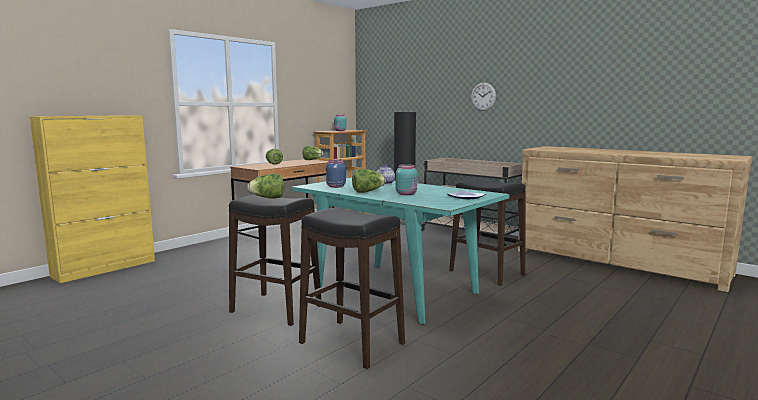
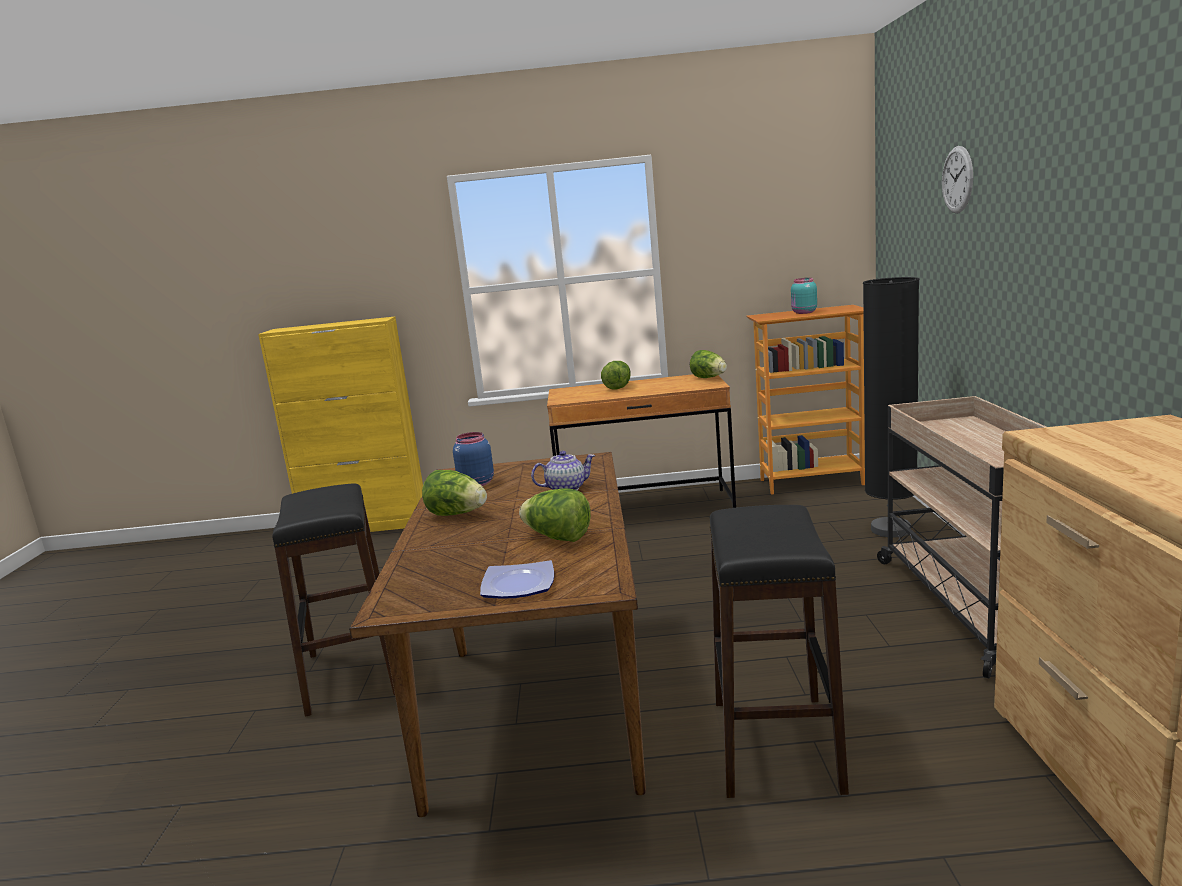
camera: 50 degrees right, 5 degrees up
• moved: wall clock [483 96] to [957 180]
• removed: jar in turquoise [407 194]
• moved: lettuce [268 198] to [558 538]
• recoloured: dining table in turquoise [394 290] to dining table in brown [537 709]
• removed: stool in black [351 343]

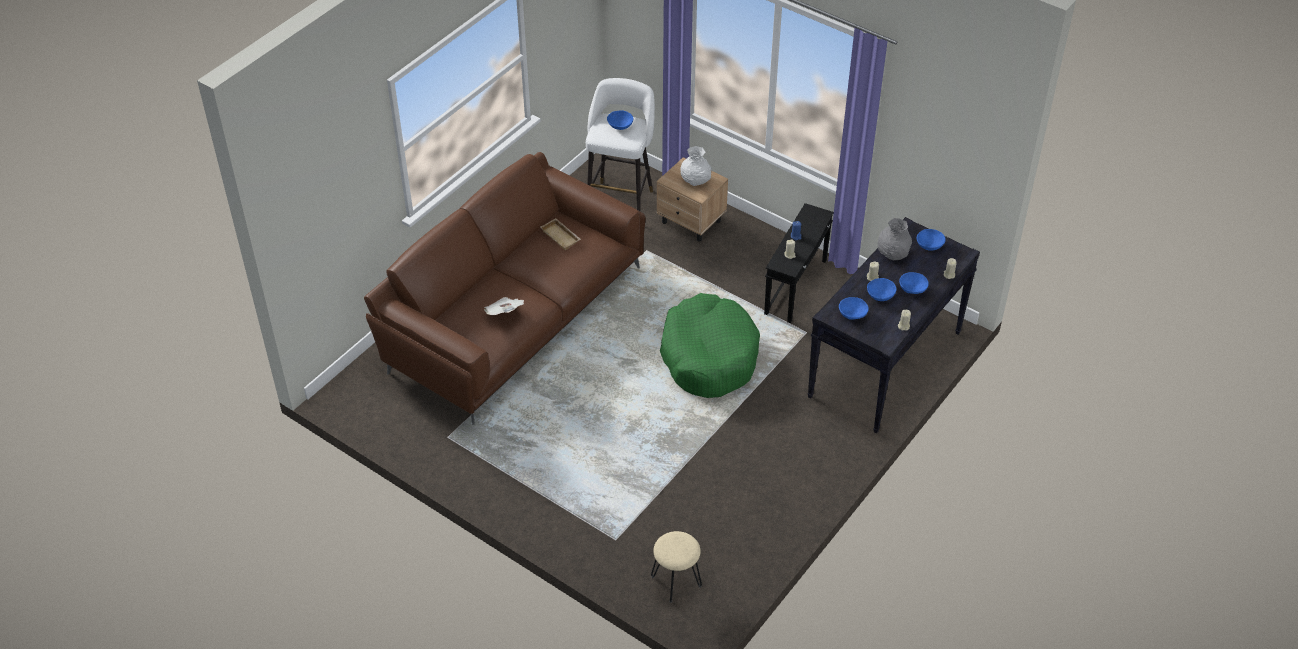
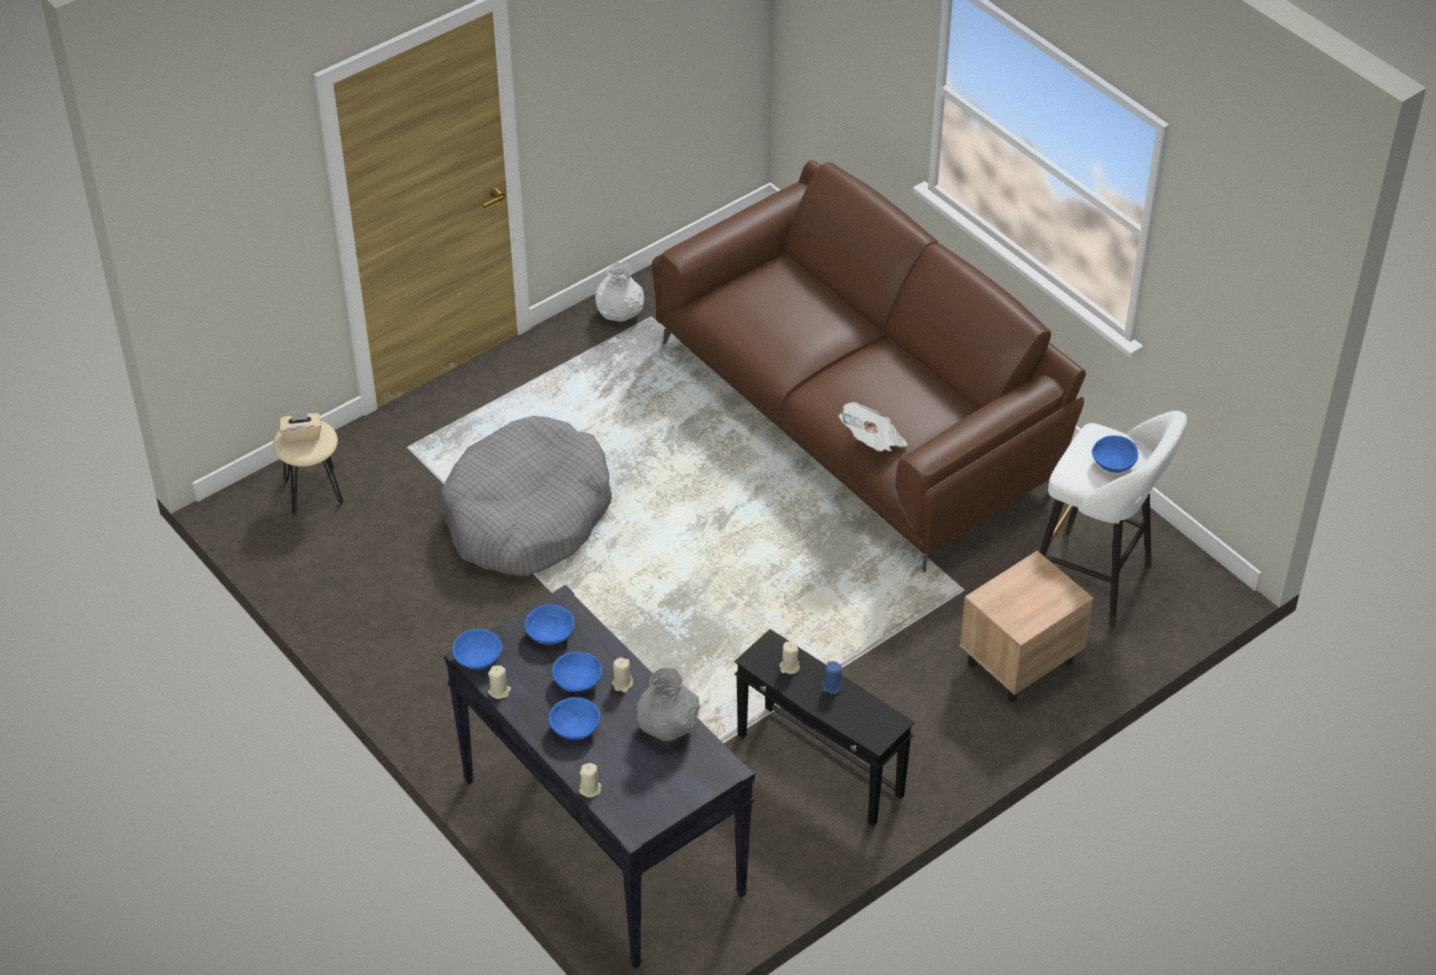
camera: 105 degrees right, 0 degrees up
• moved: vase in white [696 181] to [619 314]
• removed: tray in beige [561 236]
• moved: bowl in blue [930 245] to [477 659]
• removed: dog bed in green [709 356]
• moved: newspaper [504 313] to [872 441]
• added: tissue box in beige [302 435]
• added: dog bed in grey [527 514]

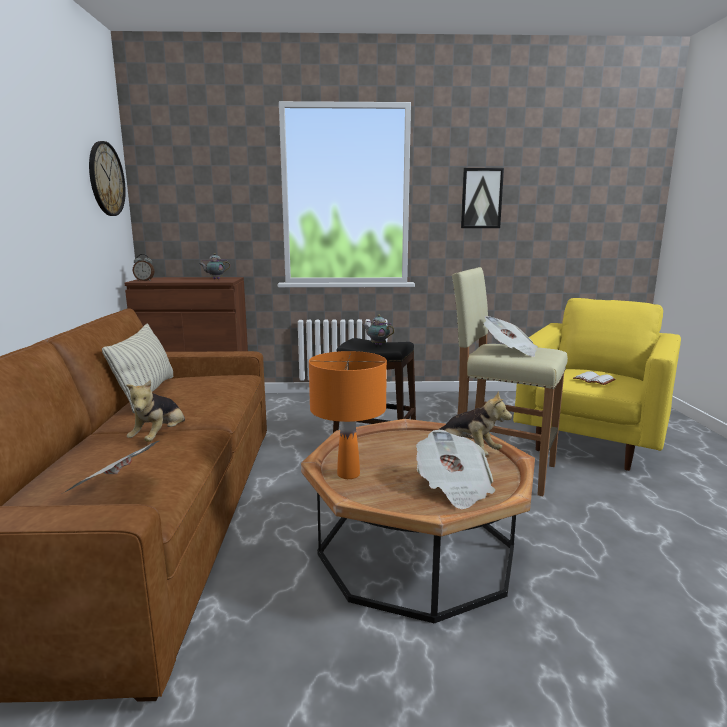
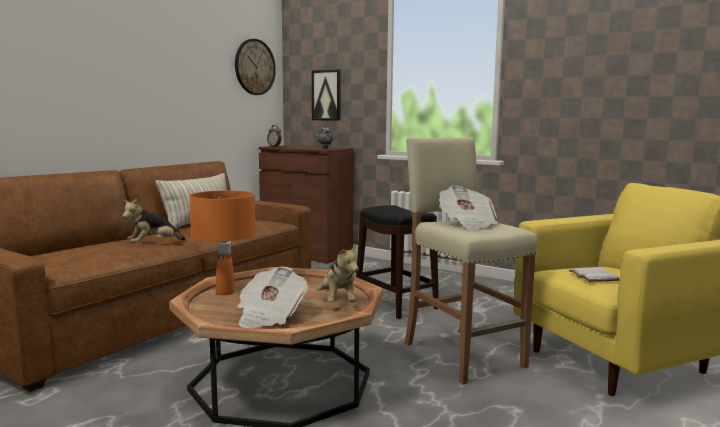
camera: 35 degrees right, 5 degrees down
• moved: picture [481 198] to [326 95]
• removed: teapot [377 344]
• removed: newspaper [114 489]

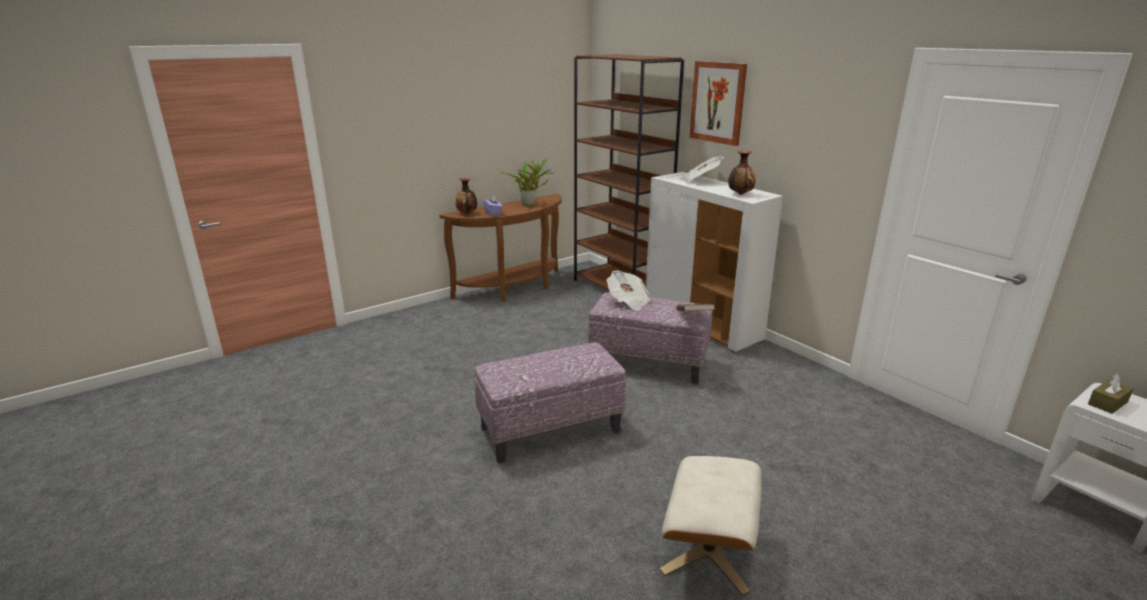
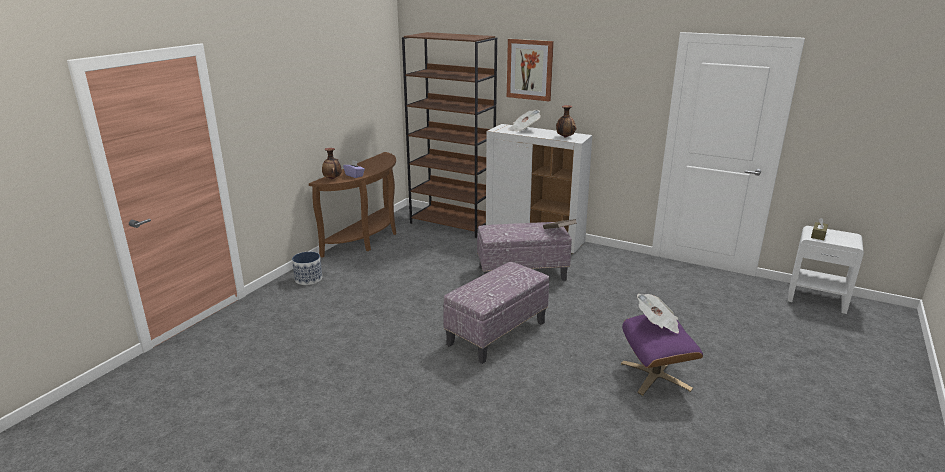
camera: 25 degrees left, 0 degrees up
• removed: potted plant [530 204]
• moved: newspaper [628 301] to [657 323]
• recoloured: ottoman in beige [709 553] to ottoman in purple [656 376]
• added: planter [308 279]

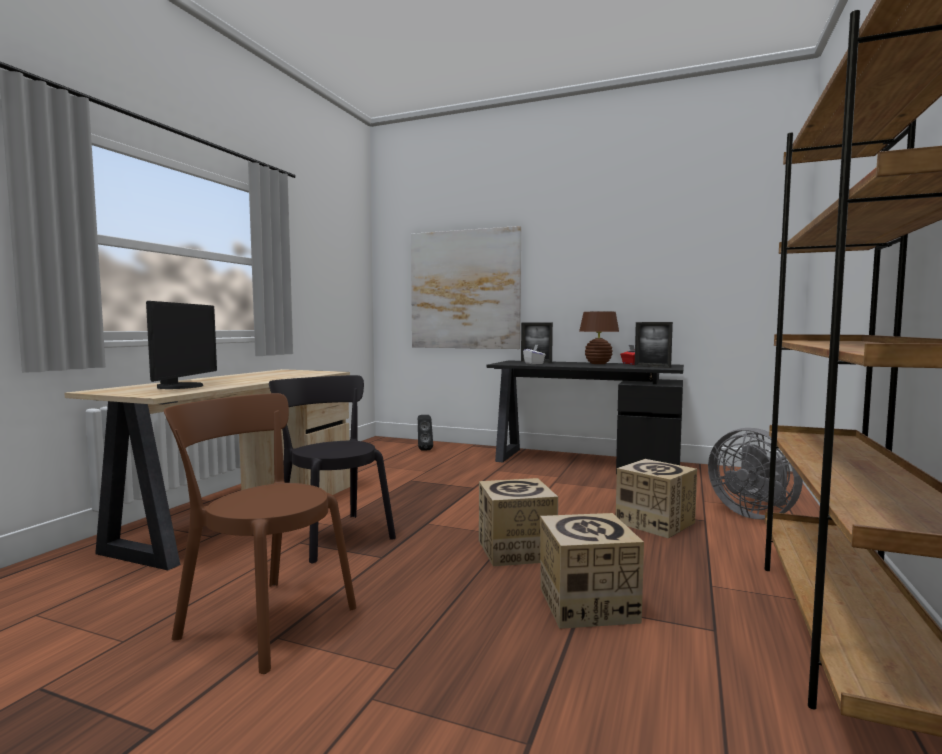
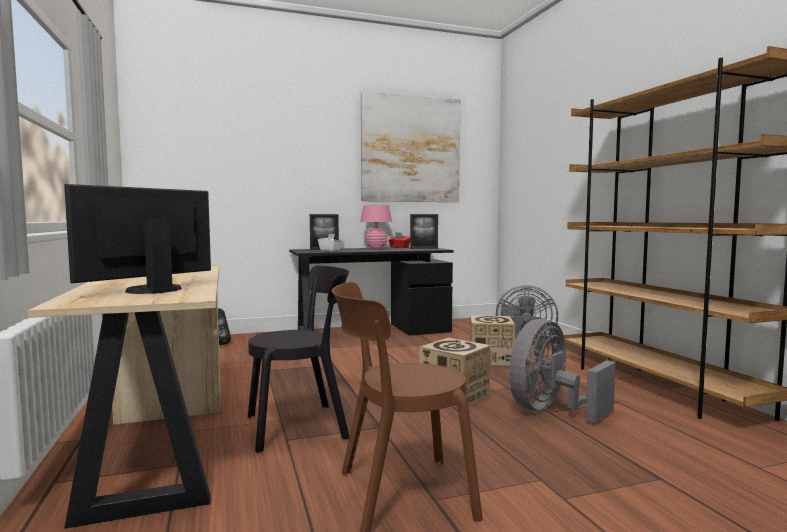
camera: 40 degrees left, 0 degrees up
• moved: picture [465 289] to [411 149]
• turned: monitor [182 386] = [152 290] 105 degrees counterclockwise
• recoloured: table lamp in brown [598 363] to table lamp in pink [376 248]
• turned: chair in black [332 535] = [302 426] 150 degrees clockwise
• replaced: cardboard box [587 604] to fan in grey [550 410]

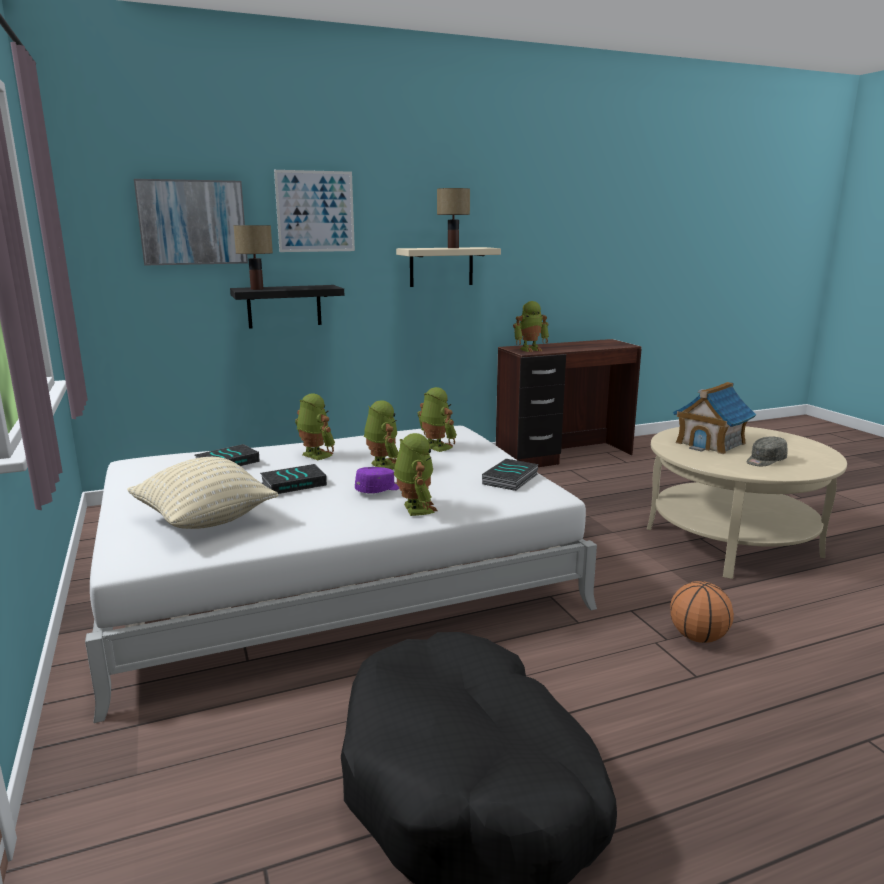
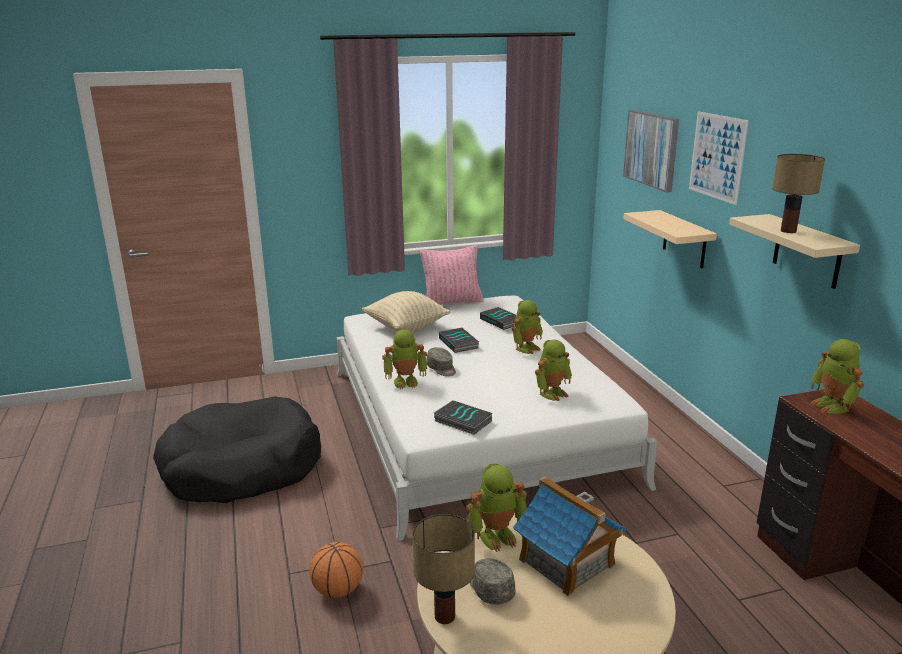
camera: 95 degrees right, 5 degrees up
• moved: table lamp [257 289] to [444 617]
• recoloured: shelf in black [284 306] to shelf in beige [684 239]
• moved: toy robot [382 466] to [497 536]
• recoloured: cap in purple [379 490] to cap in grey [441 369]
• added: pillow in pink [452 302]

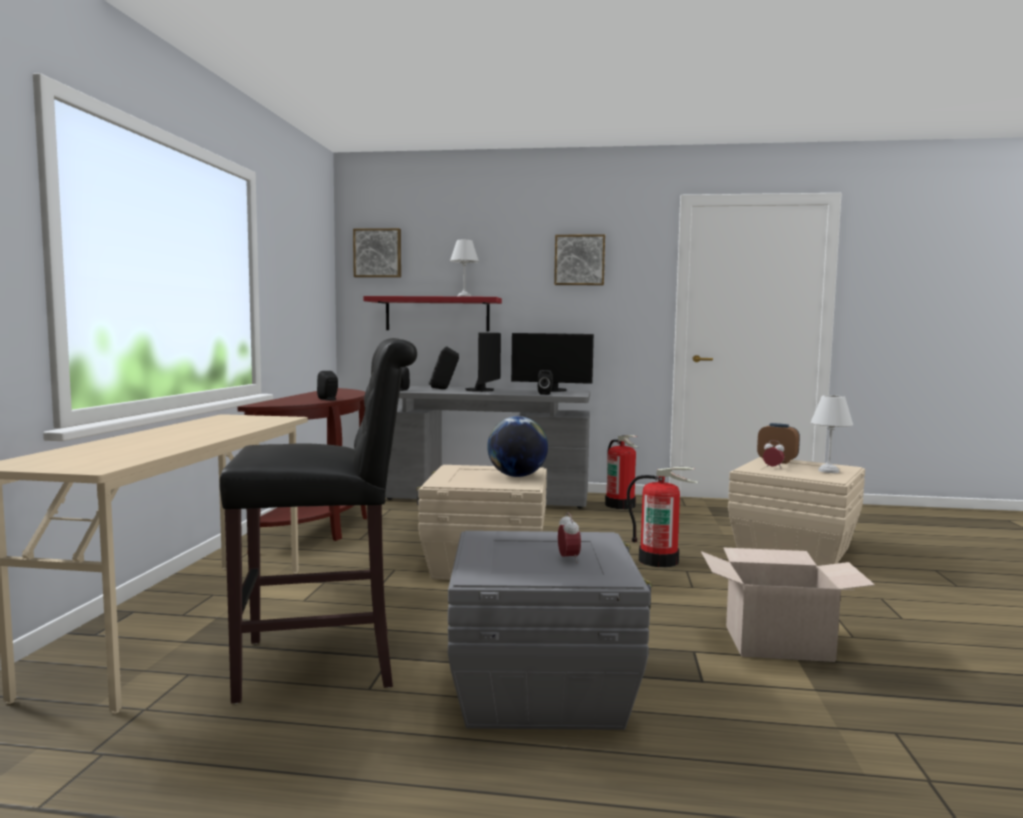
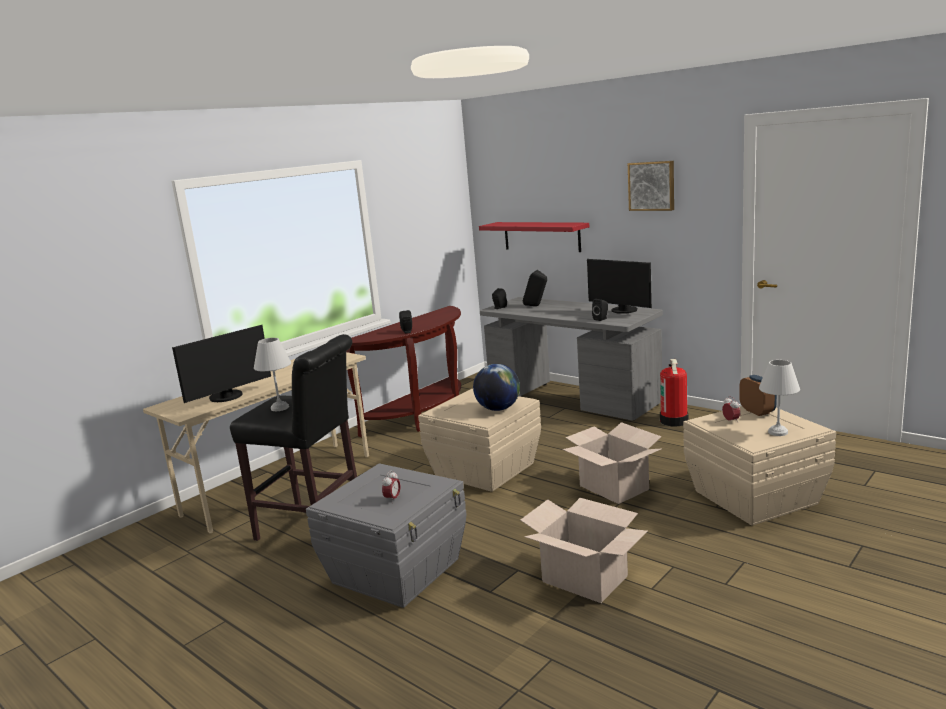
camera: 35 degrees right, 10 degrees up
• removed: picture [378 253]
• moved: table lamp in white [464 297] to [280 408]
• moved: monitor [483 390] to [228 397]
• replaced: fire extinguisher [659 560] to cardboard box [614 487]

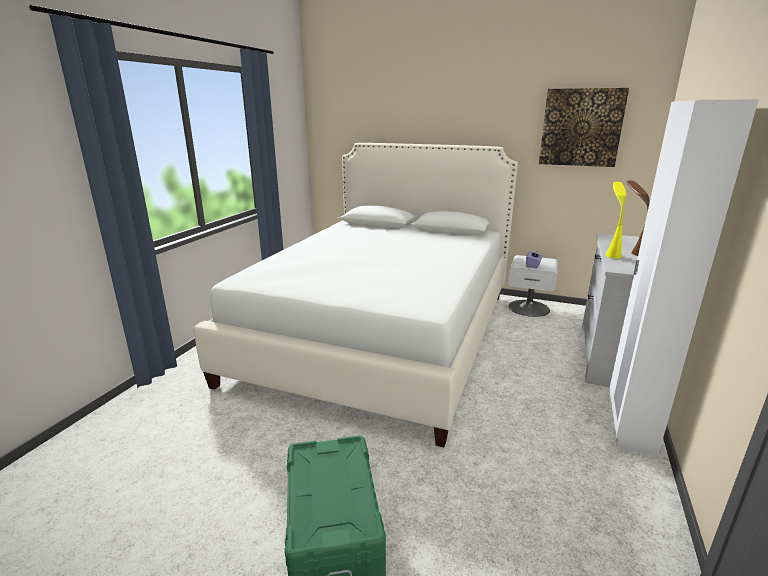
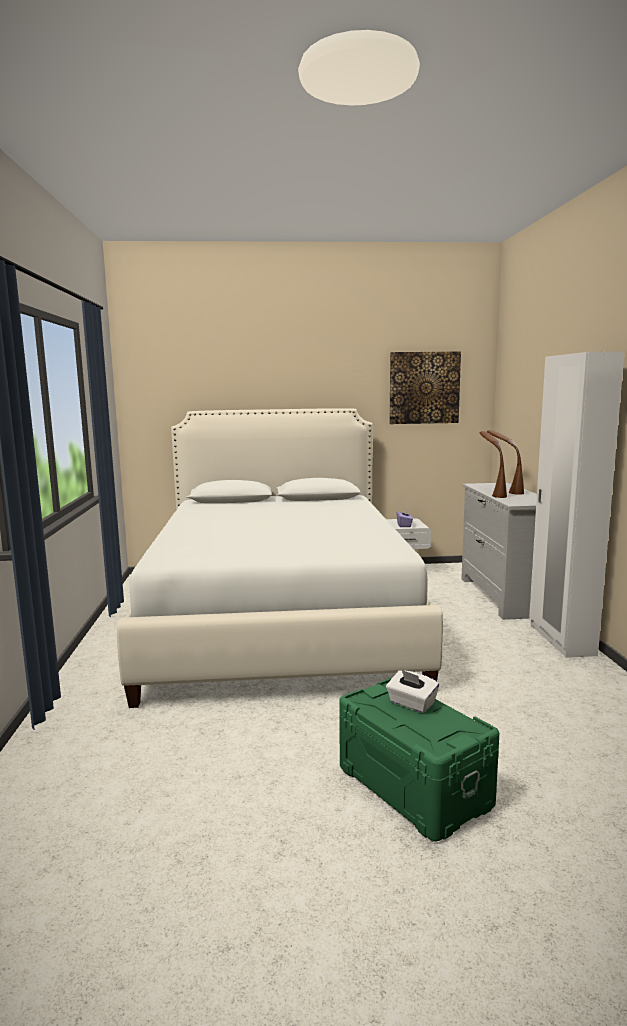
camera: 25 degrees left, 10 degrees down
• recoloured: table lamp in yellow [610 250] to table lamp in brown [490 493]
• added: tissue box in white [411 704]

